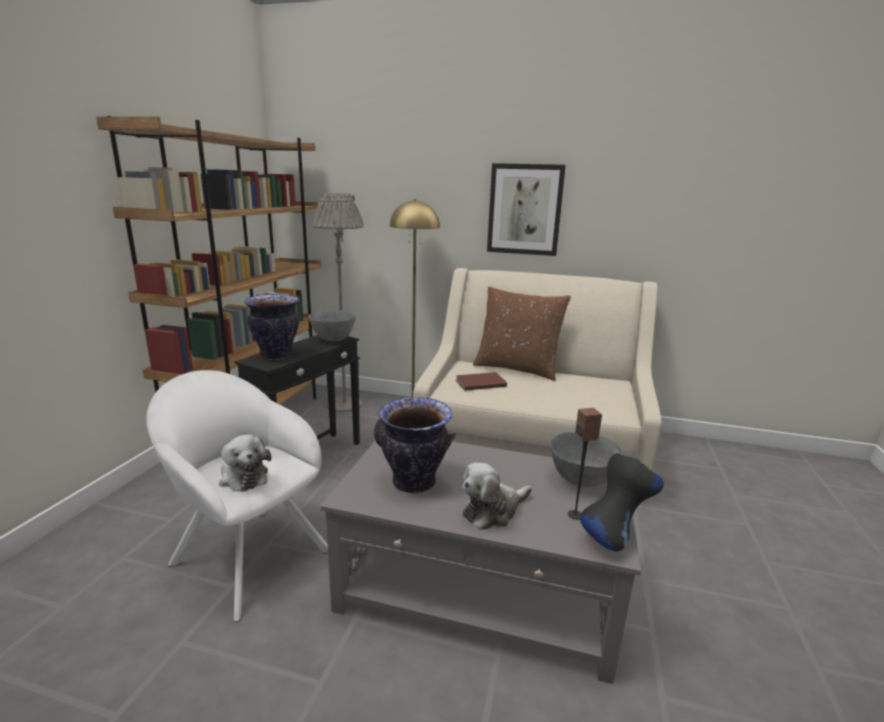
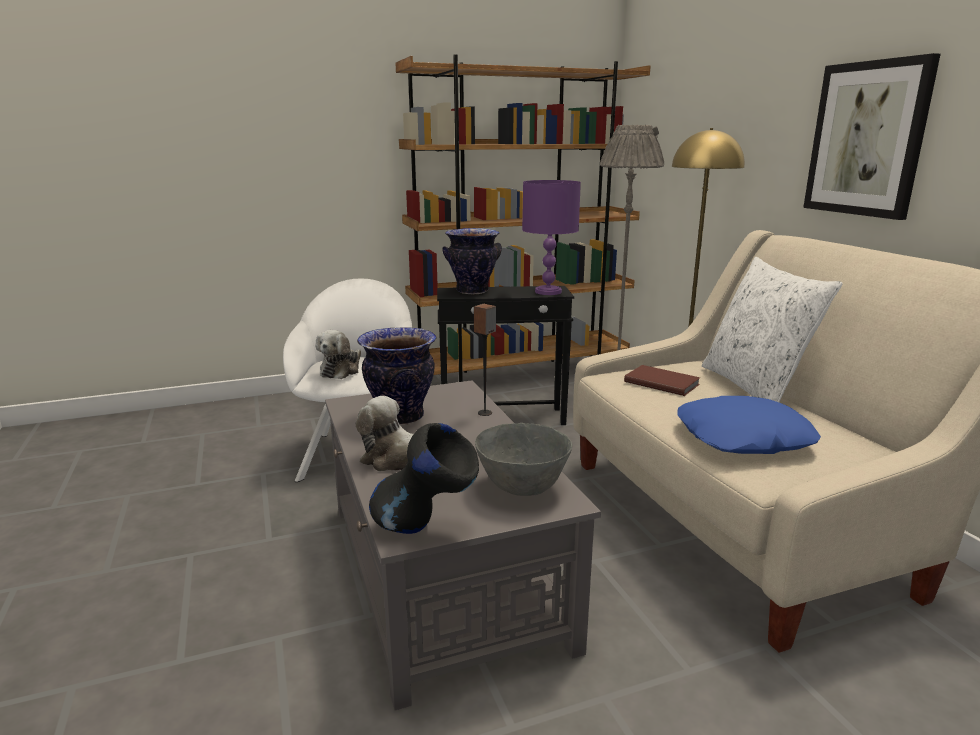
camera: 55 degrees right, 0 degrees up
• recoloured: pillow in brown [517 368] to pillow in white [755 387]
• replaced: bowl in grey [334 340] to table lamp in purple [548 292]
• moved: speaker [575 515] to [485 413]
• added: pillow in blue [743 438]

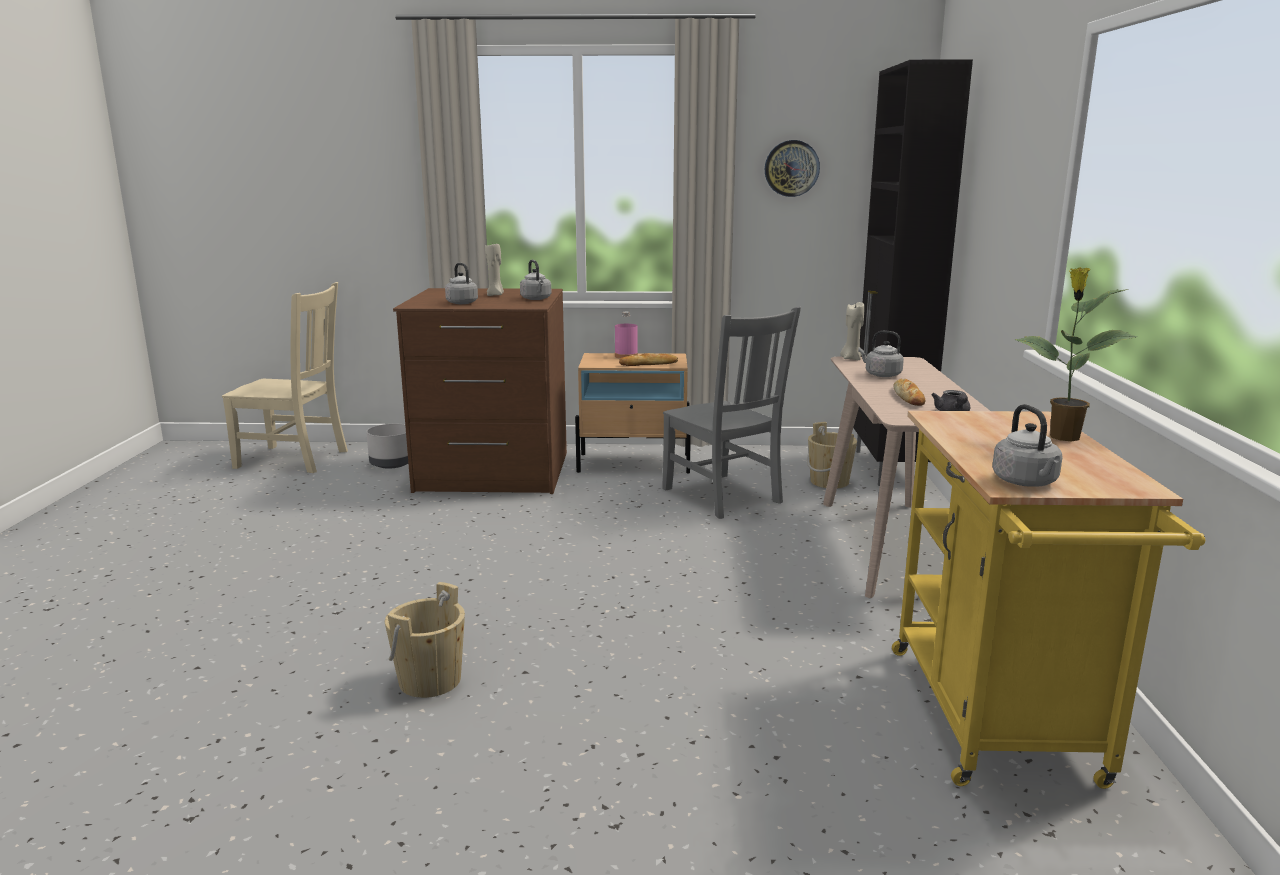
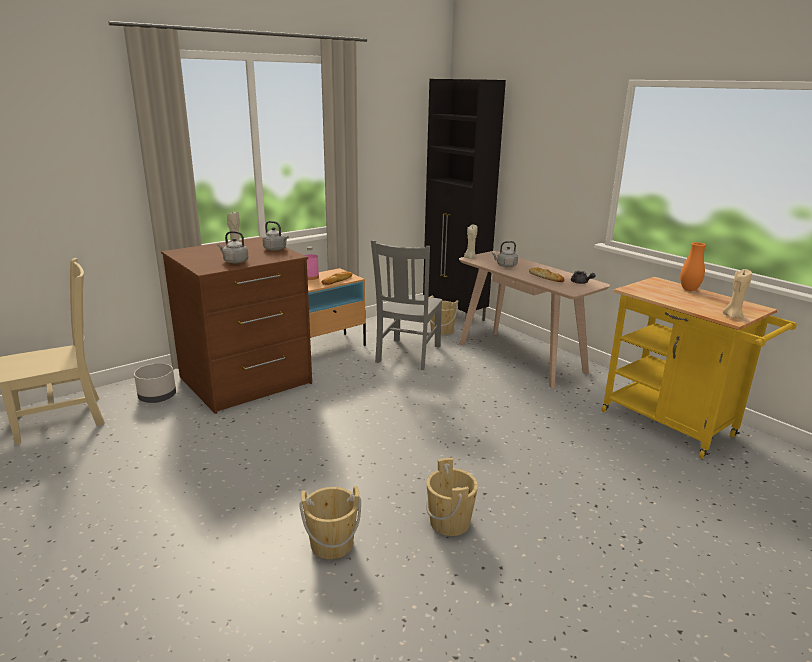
camera: 40 degrees left, 5 degrees up
• removed: wall clock [791 168]
• replaced: potted plant [1062 437] to vase in orange [689 289]
• turned: chair in grey [724 497] = [407 355] 90 degrees clockwise
• replaced: kettle in grey [1026 482] to candle in beige [732 316]
• added: bucket in beige [332 544]

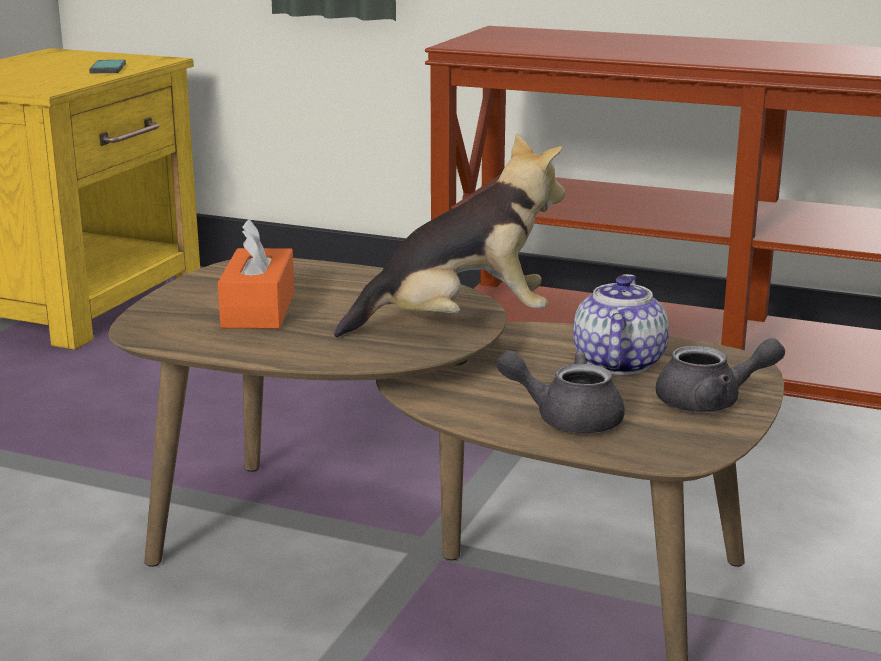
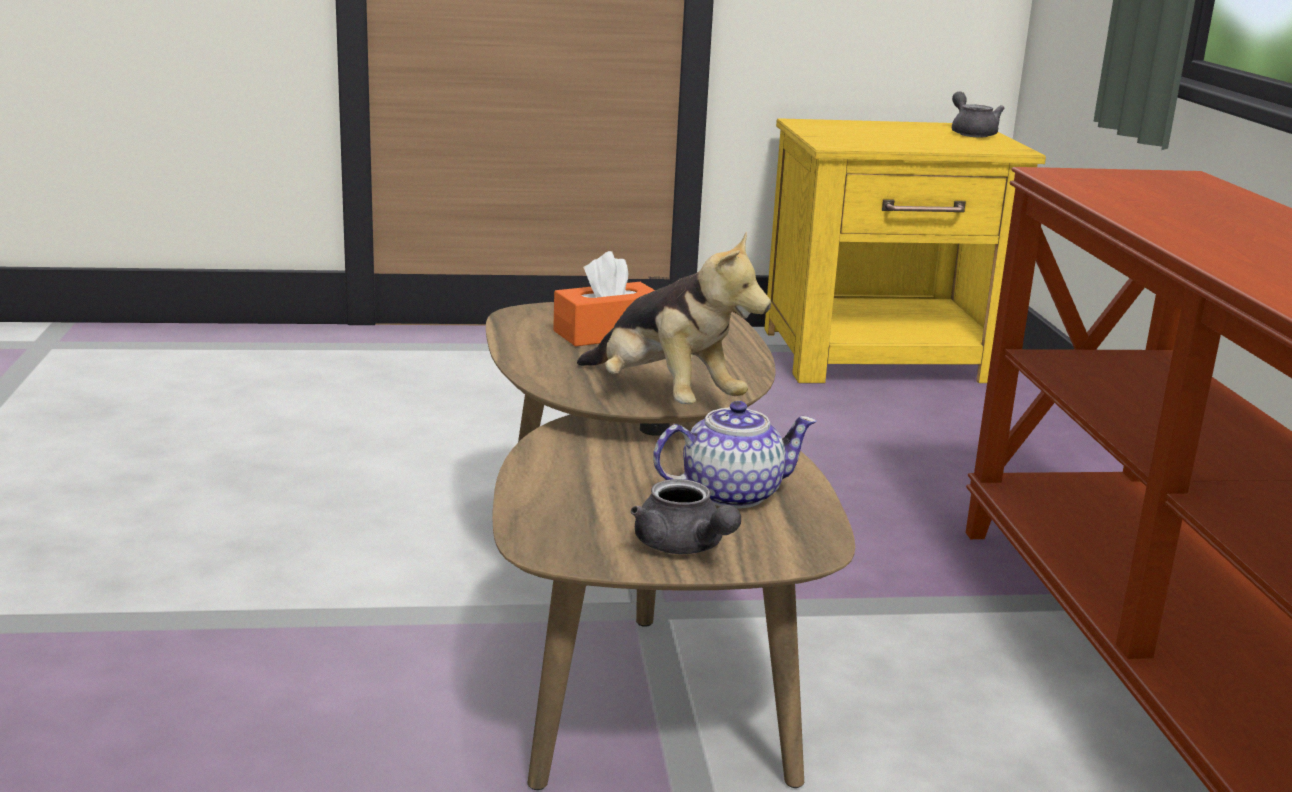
camera: 60 degrees right, 0 degrees up
• removed: phone [108 68]
• moved: teapot in grey [566 418] to [971 133]

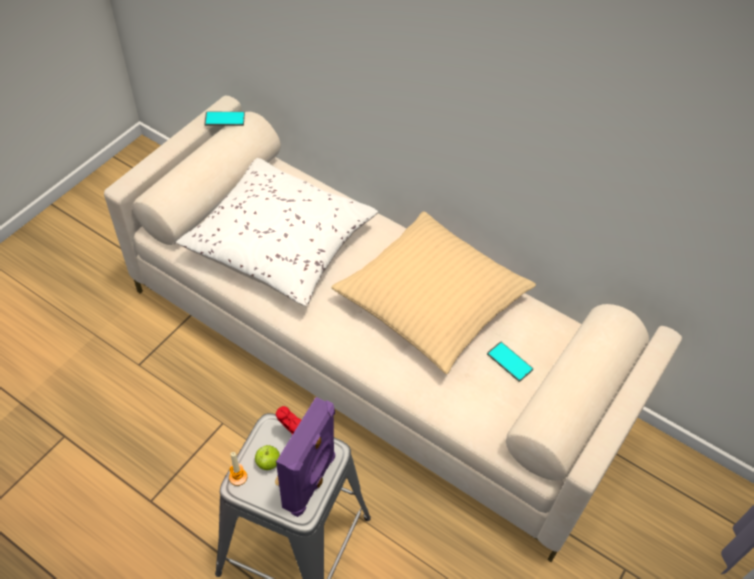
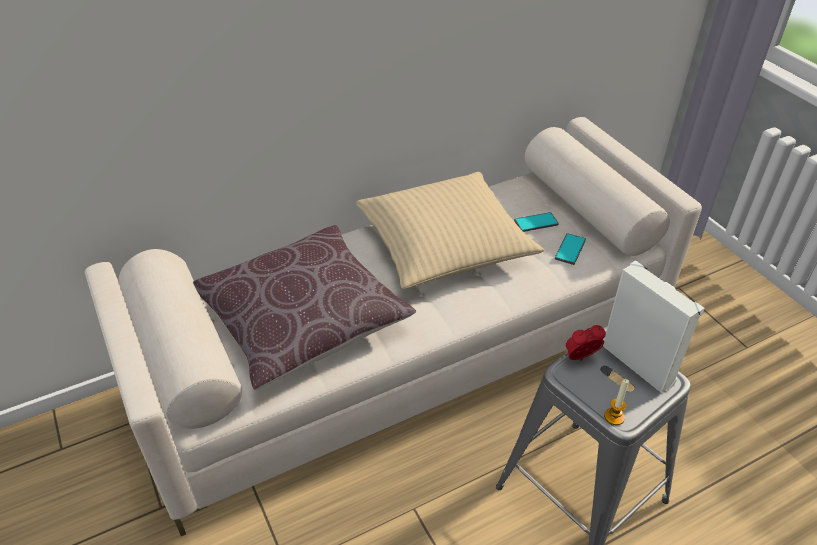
camera: 60 degrees left, 10 degrees down
• moved: phone [224 119] to [570 249]
• recoloured: pillow in white [280 244] to pillow in brown [303 319]
• recoloured: speaker in purple [311 482] to speaker in white [639 363]
• removed: apple [268 463]

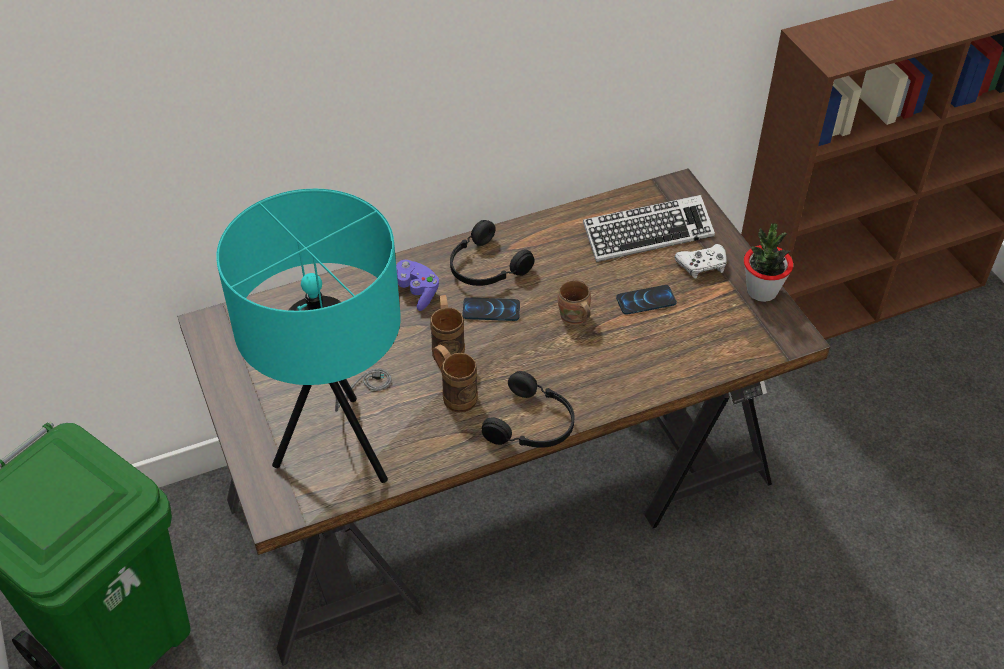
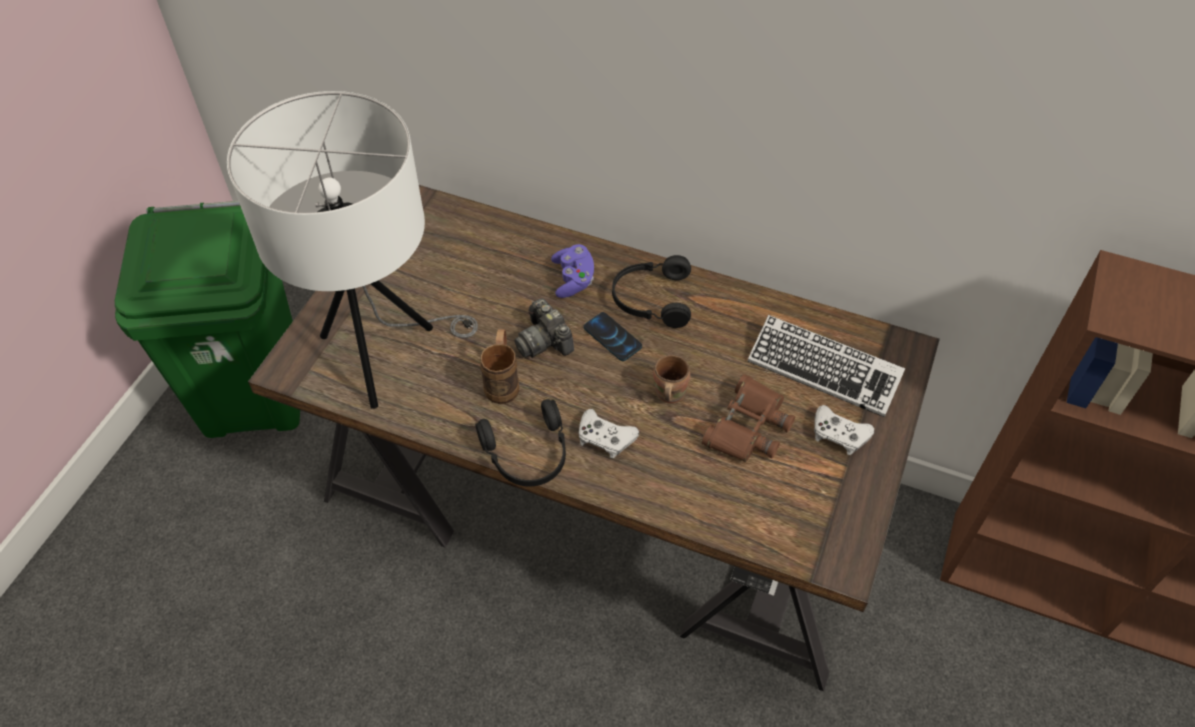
camera: 45 degrees right, 5 degrees up
• recoloured: table lamp in turquoise [341 444] to table lamp in white [383 356]
• removed: potted plant [761 291]
• replaced: phone [646 301] to binoculars in brown [748 426]
• replaced: mug in brown [447 347] to photo camera [544 341]
• added: game controller in white [605 438]

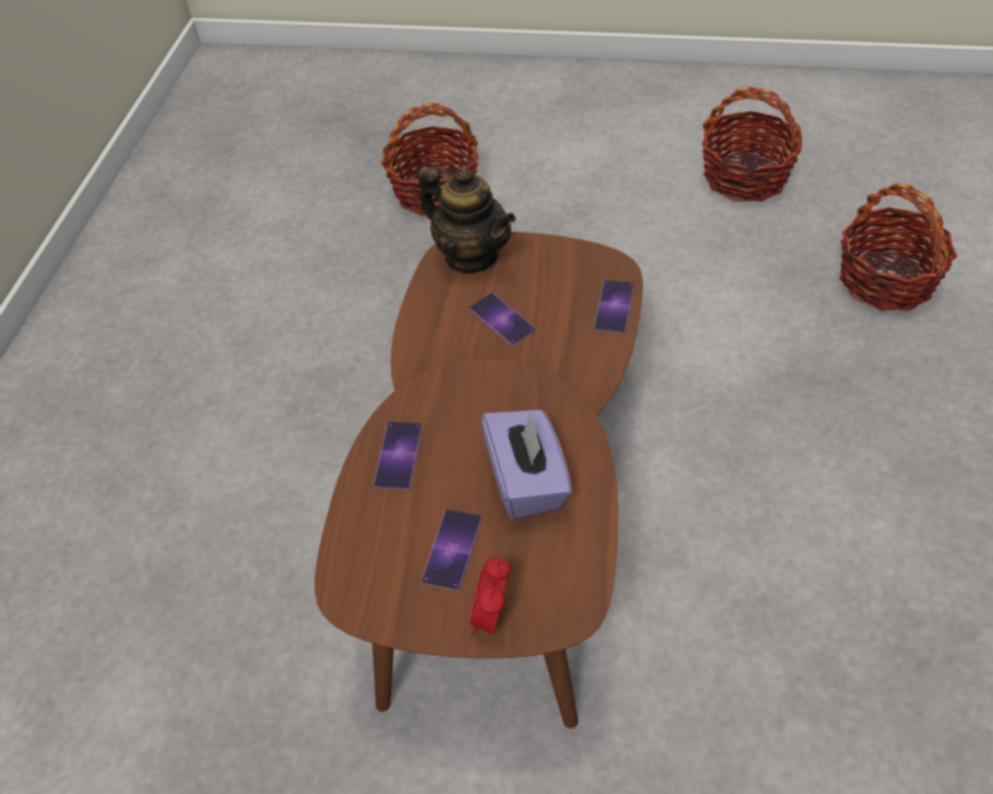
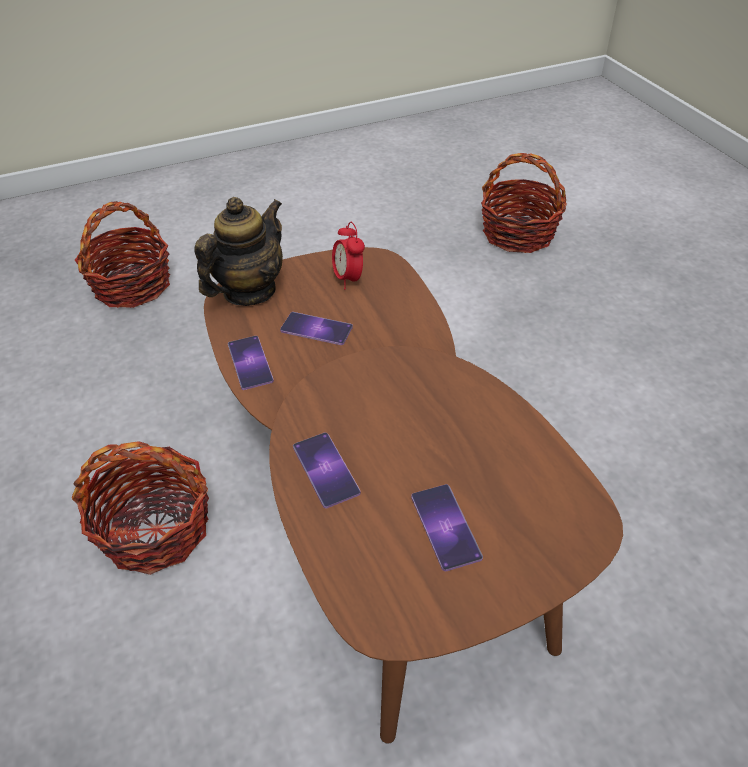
camera: 35 degrees left, 5 degrees down
• moved: basket [745 177] to [157 528]
• turned: teapot [471 255] = [249 291] 60 degrees counterclockwise
• moved: phone [614 306] to [250 362]
• removed: tissue box in purple [527 481]
• moved: alarm clock [491 616] to [348 279]

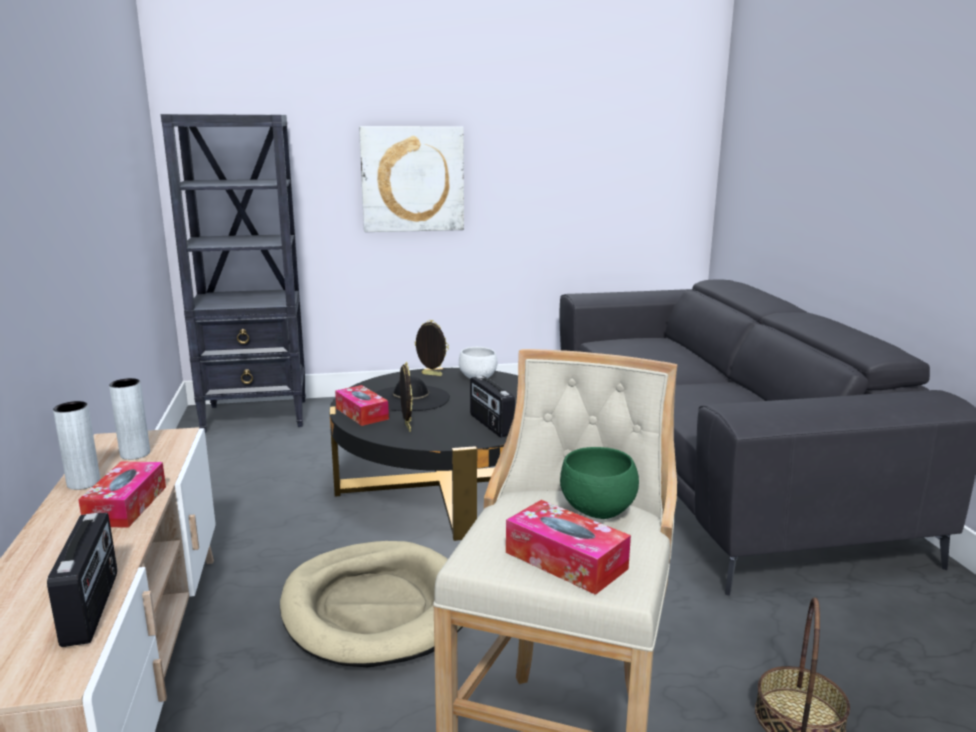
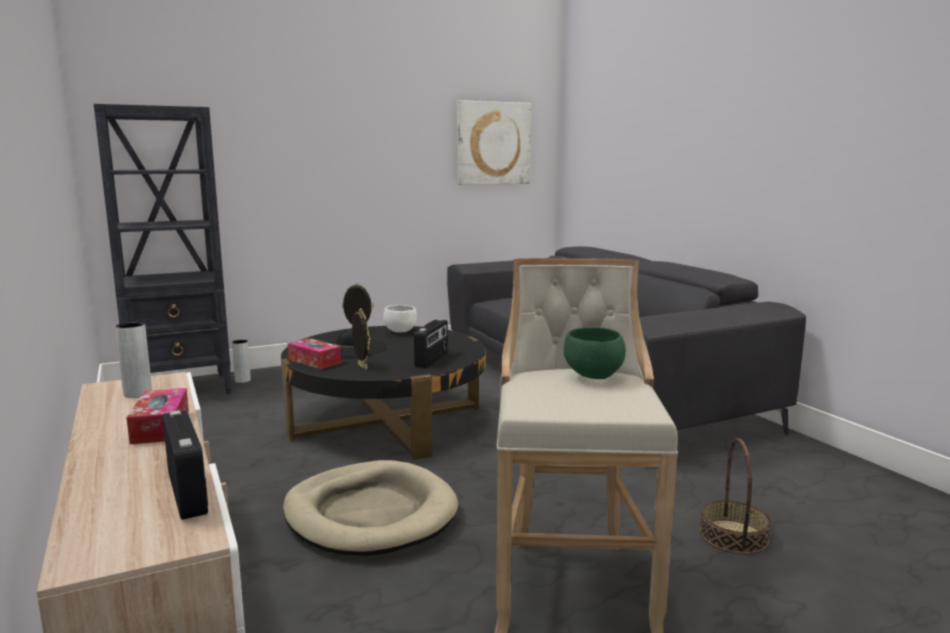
camera: 15 degrees left, 5 degrees down
• moved: picture [412 179] to [493 143]
• turned: radio [490 425] = [432 360] 120 degrees counterclockwise
• moved: vase in grey [83 483] to [242 380]
• removed: tissue box [566 560]

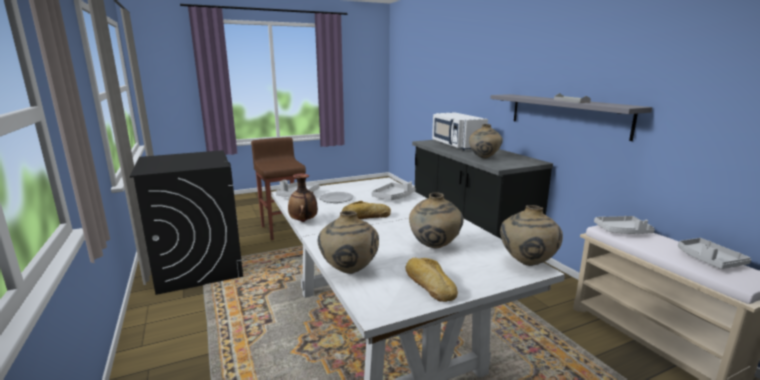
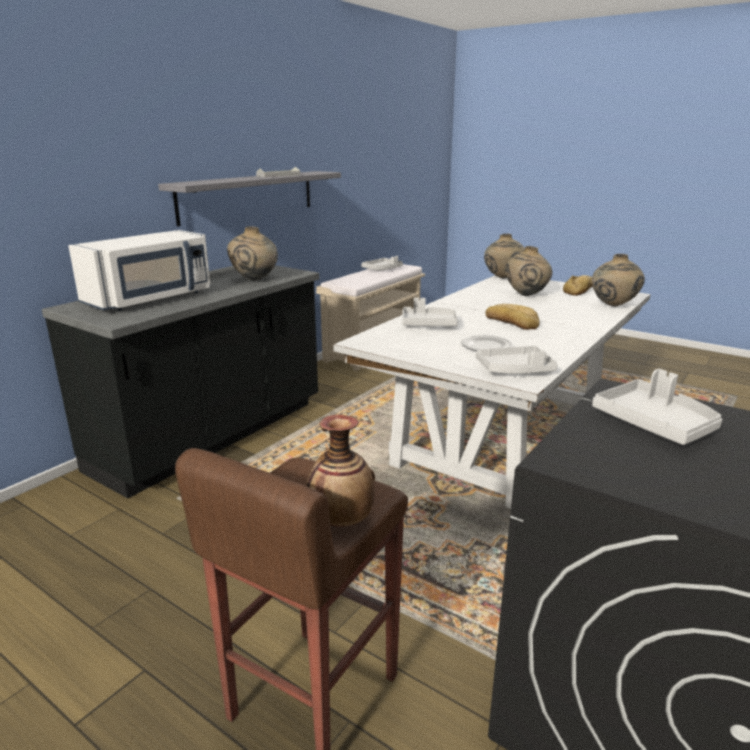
camera: 120 degrees left, 5 degrees up
• moved: vase [304 221] to [340 521]
• moved: tray in grey [622 231] to [655 424]

